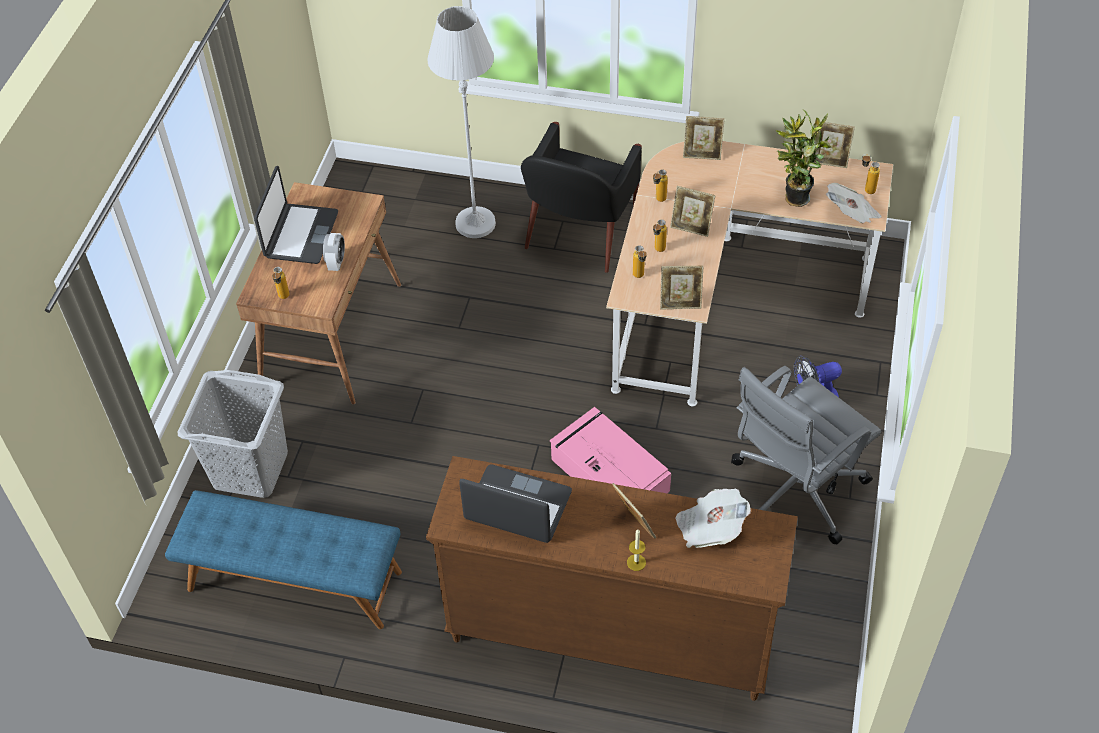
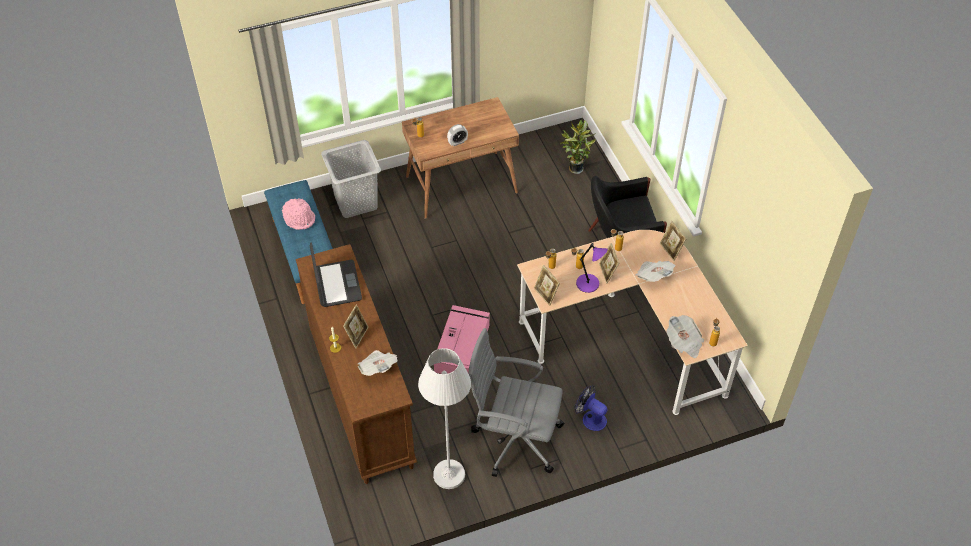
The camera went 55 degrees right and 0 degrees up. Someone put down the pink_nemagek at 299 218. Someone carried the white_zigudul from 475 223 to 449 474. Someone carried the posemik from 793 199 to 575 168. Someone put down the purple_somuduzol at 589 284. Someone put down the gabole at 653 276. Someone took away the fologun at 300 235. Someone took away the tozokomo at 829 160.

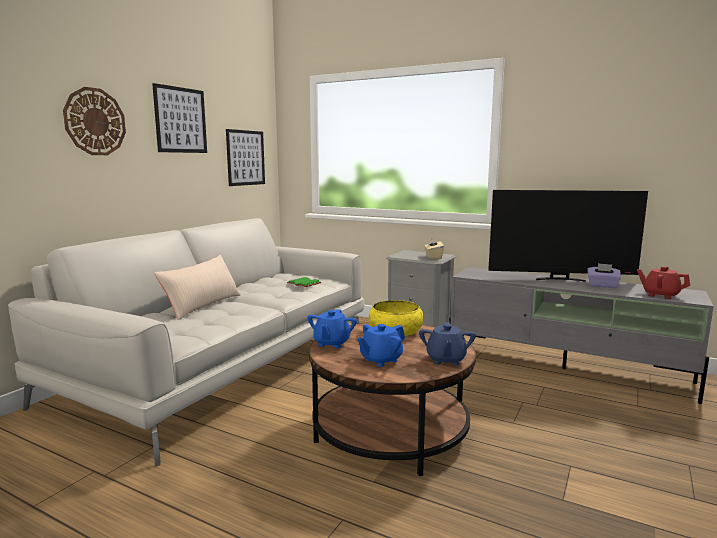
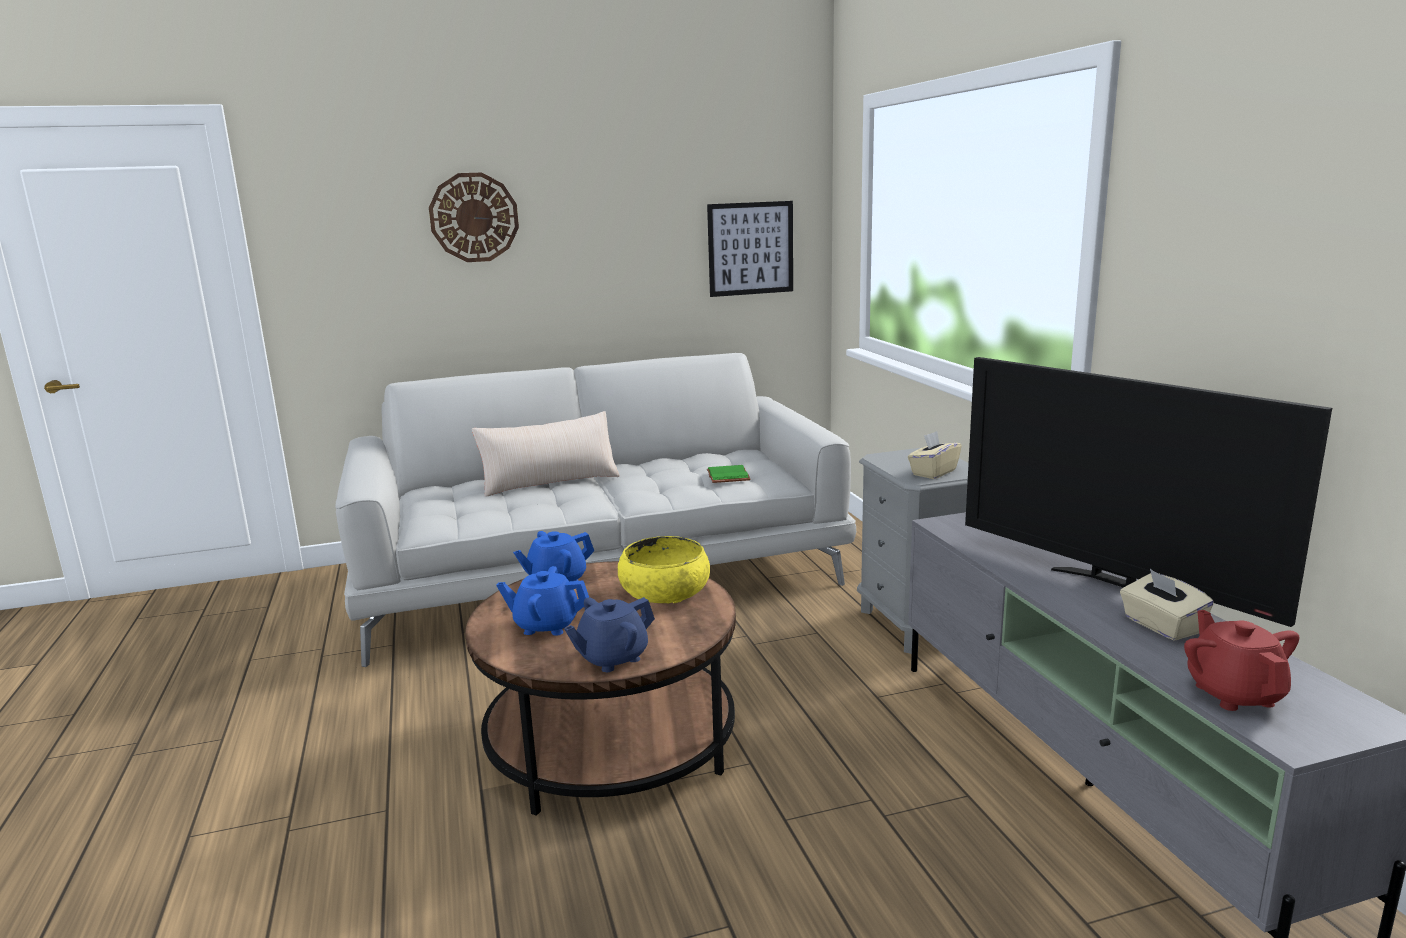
The camera went 45 degrees right and 5 degrees up. Someone repainted the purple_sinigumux at 602 286, which became the beige_sinigumux at 1161 626. Someone took away the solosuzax at 181 120.

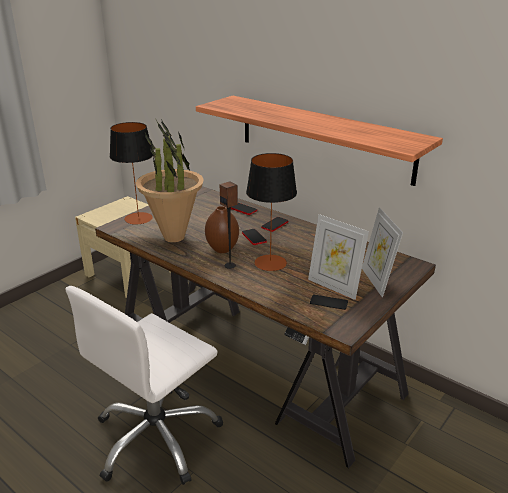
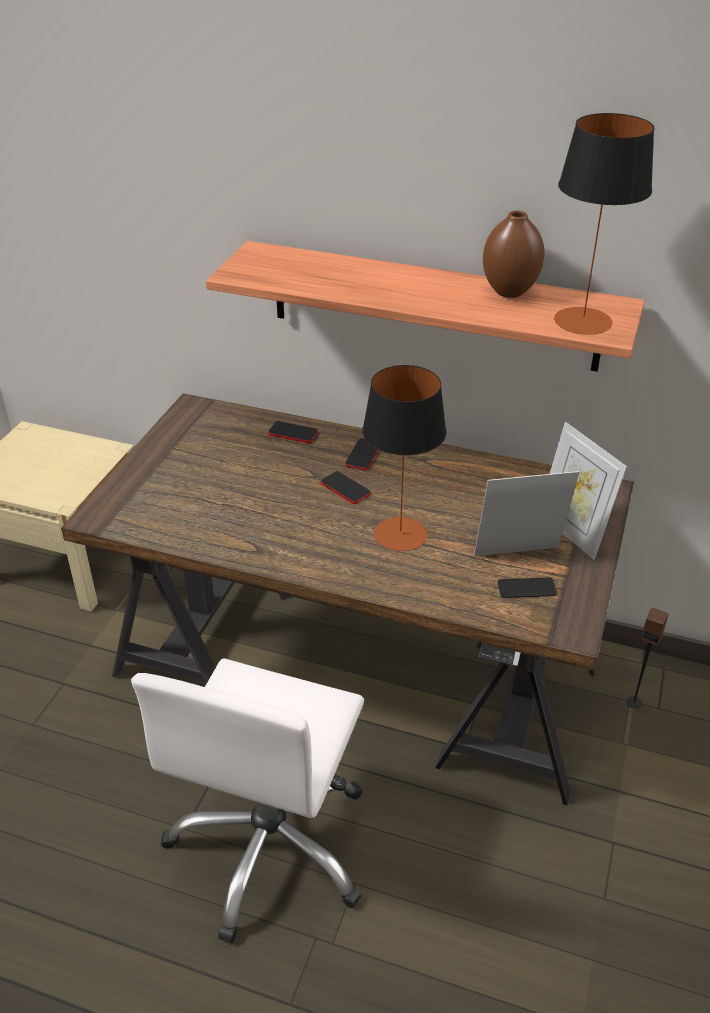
The camera went 20 degrees left and 10 degrees up. Someone rotated the tozokomo at 334 287 by 150 degrees clockwise. Someone carried the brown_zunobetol from 222 249 to 509 291. Someone carried the somuduzol from 138 218 to 583 321. Someone carried the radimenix from 230 265 to 634 701. Someone took away the posemik at 174 237.

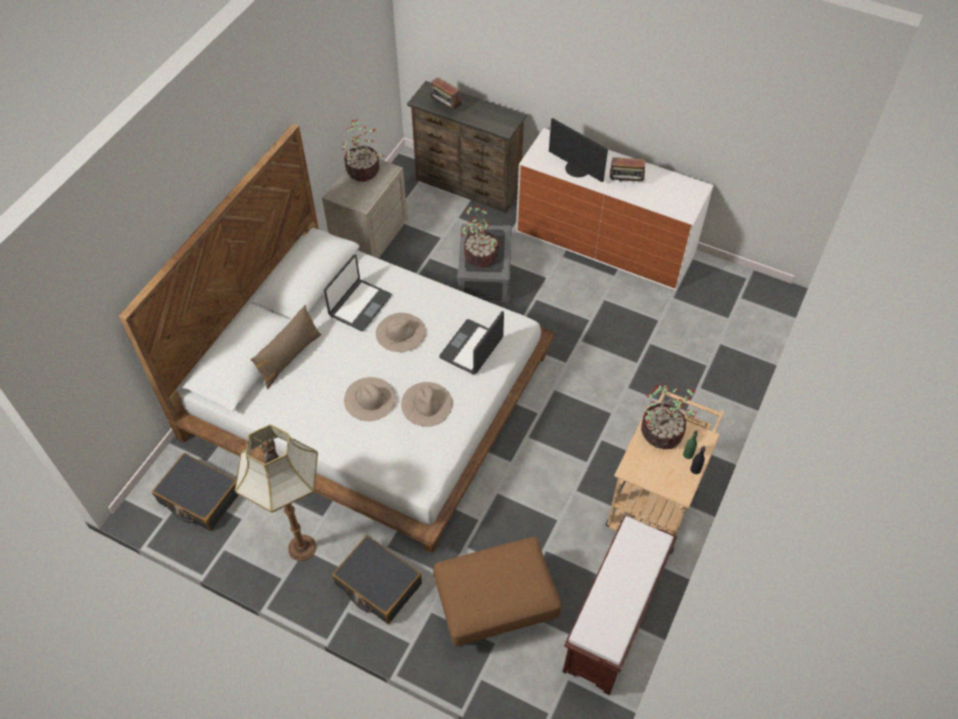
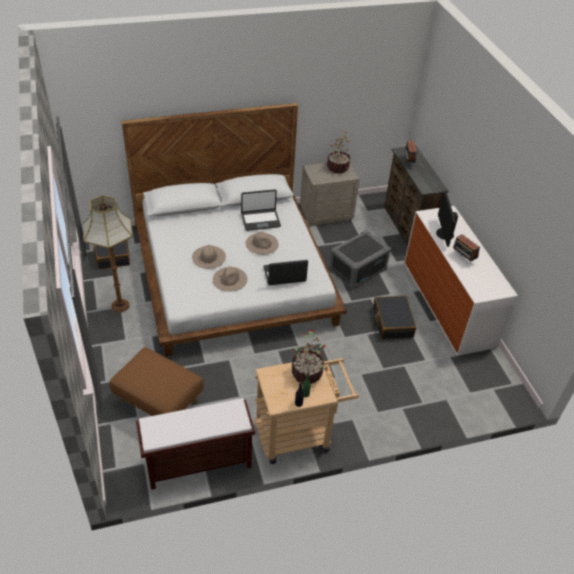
The camera went 45 degrees right and 10 degrees down. Someone carried the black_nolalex from 378 584 to 392 322. Someone took away the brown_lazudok at 289 358. Someone took away the posemik at 480 255.

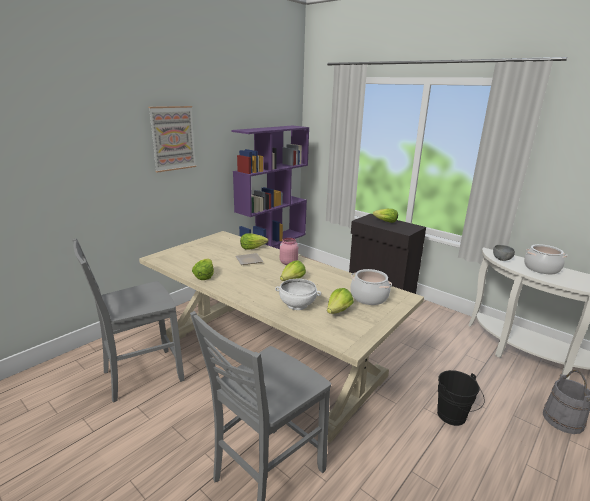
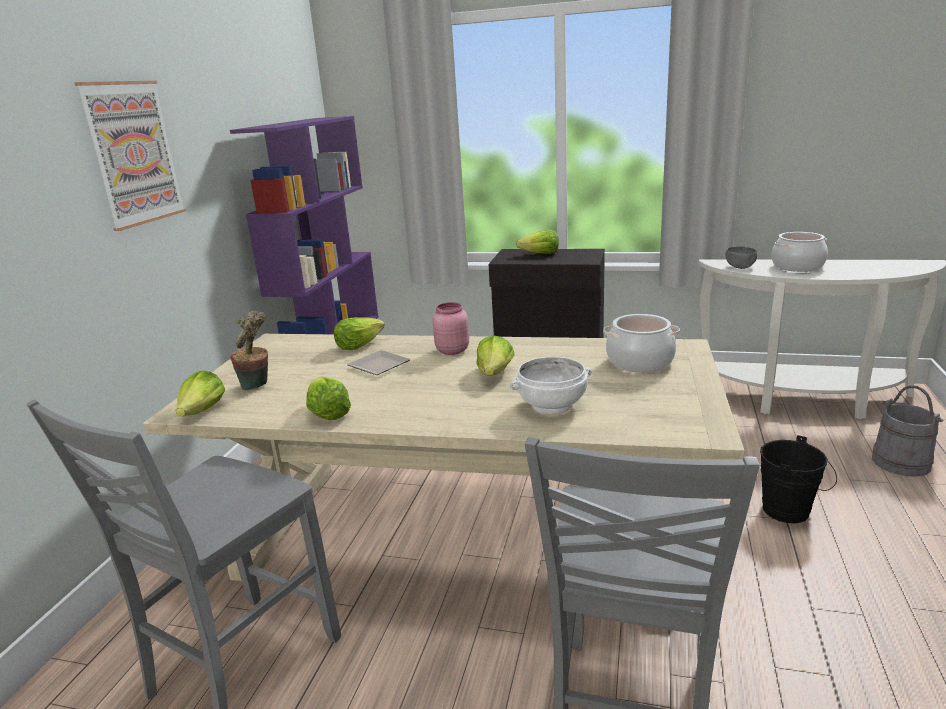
The camera went 25 degrees left and 0 degrees up. Someone carried the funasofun from 338 311 to 203 411. Someone put down the posemik at 257 386.

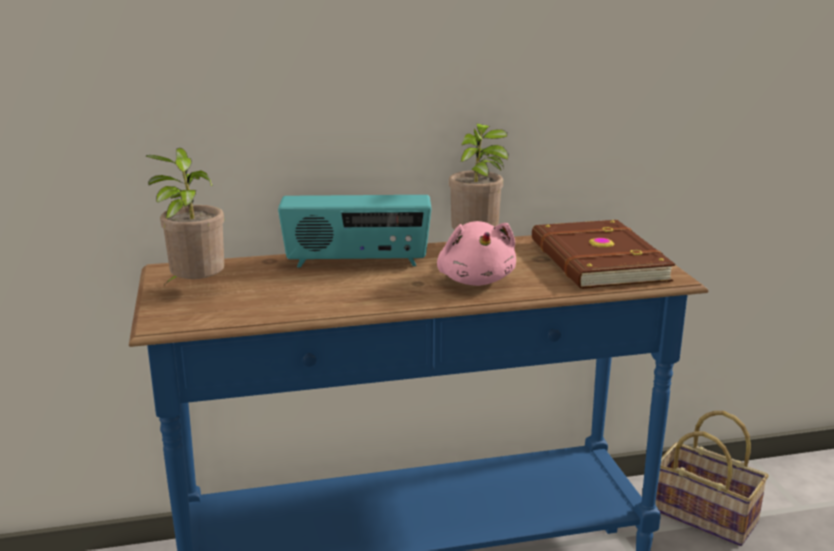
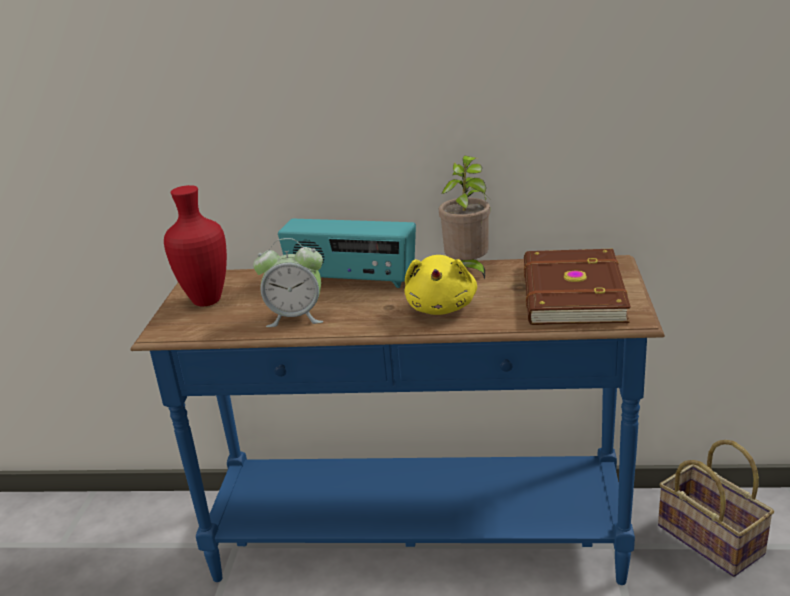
The camera went 20 degrees right and 5 degrees up. Someone swapped the posemik at 195 289 for the red_zunobetol at 206 300. Someone put down the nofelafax at 296 317. Someone repainted the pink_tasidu at 476 280, which became the yellow_tasidu at 442 307.

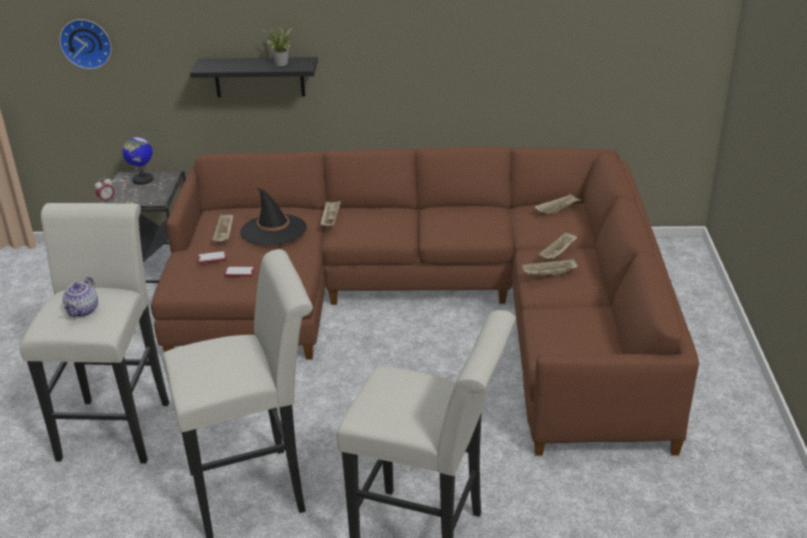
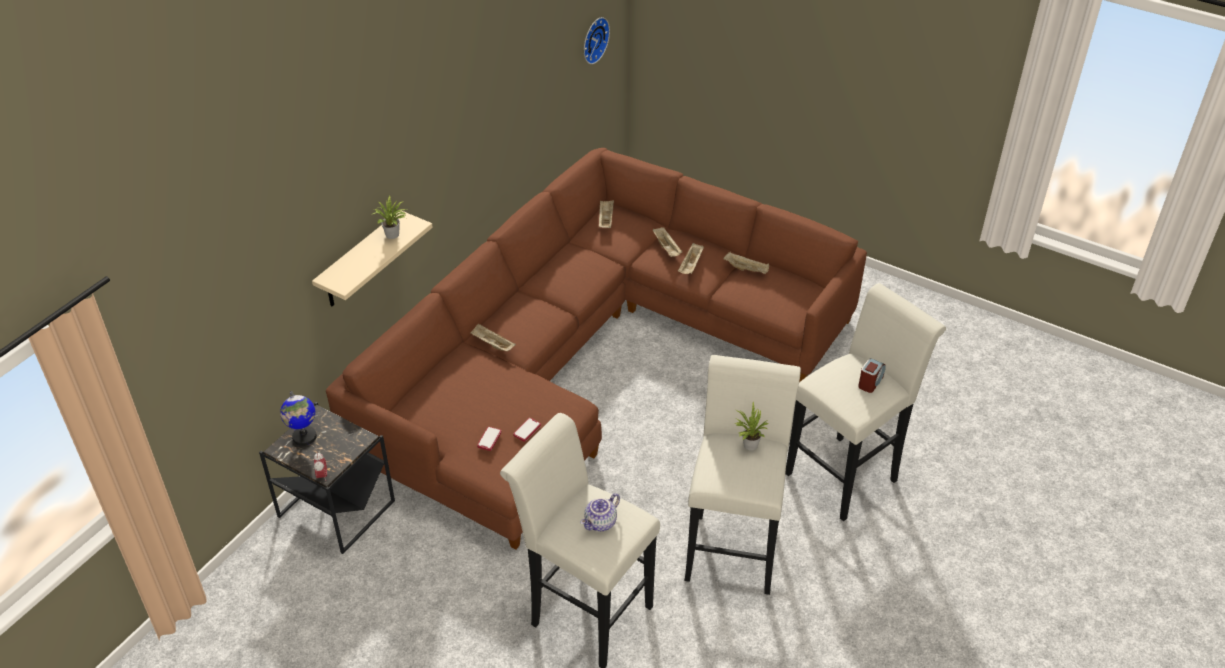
The camera went 60 degrees left and 10 degrees up. Someone repainted the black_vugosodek at 259 77, which became the beige_vugosodek at 360 261. Someone rotated the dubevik at 83 311 by 90 degrees clockwise. Someone carried the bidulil from 86 42 to 593 39. Someone carried the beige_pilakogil from 224 235 to 747 269. Someone put down the posemik at 748 445. Someone put down the nofelafax at 870 382. Someone took away the black_nemagek at 273 230.

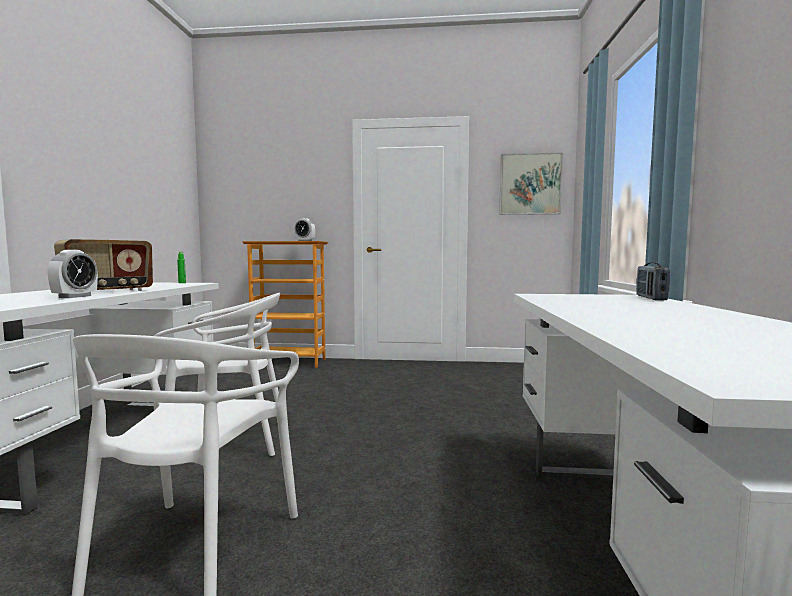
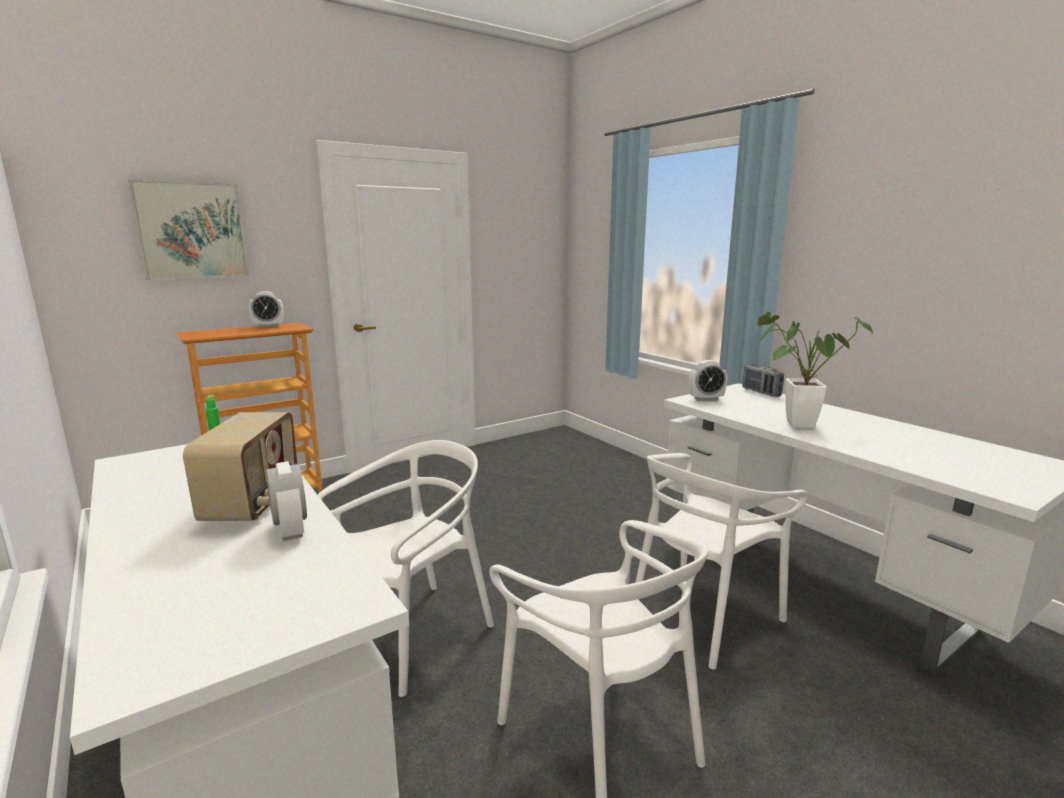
The camera went 40 degrees left and 10 degrees up. Someone carried the solosuzax from 530 184 to 191 231. Someone put down the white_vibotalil at 702 616. Someone put down the nofelafax at 706 399. Someone put down the posemik at 792 424.

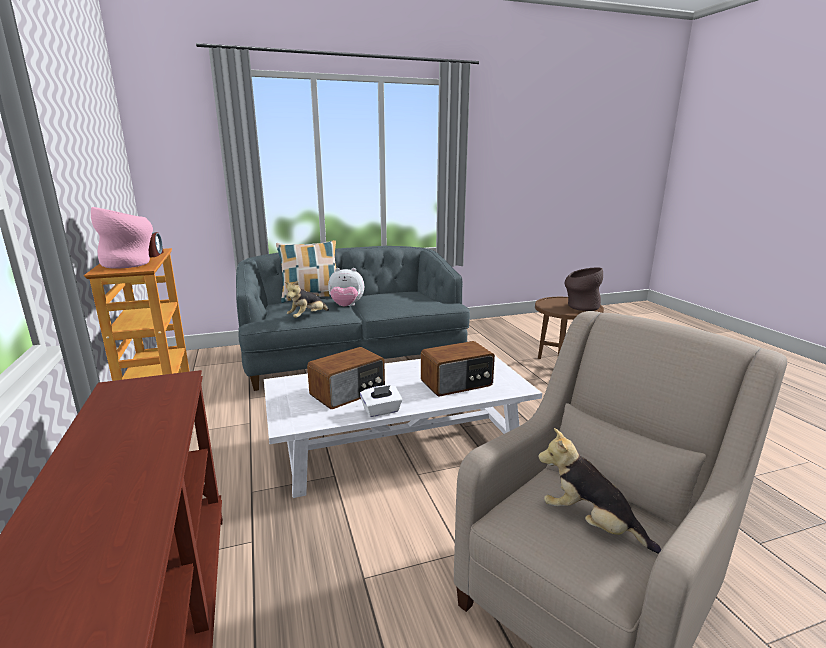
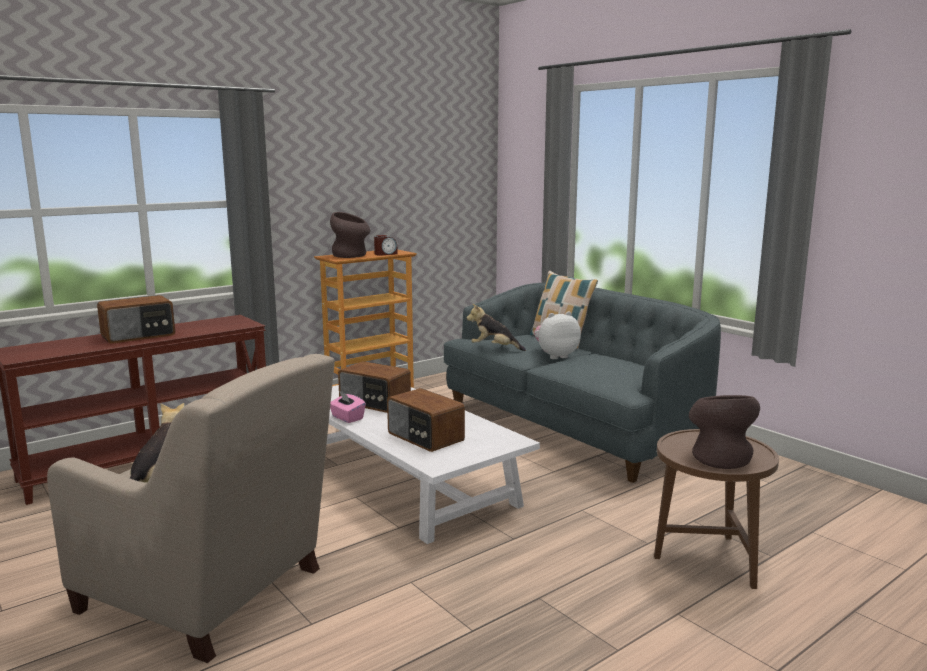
The camera went 70 degrees right and 5 degrees down. Someone put down the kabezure at 139 335. Someone repainted the pink_zunobetol at 130 264, which became the brown_zunobetol at 351 256. Someone repainted the white_sinigumux at 381 411, which became the pink_sinigumux at 347 418. Someone rotated the tasidu at 346 306 by 90 degrees clockwise.

